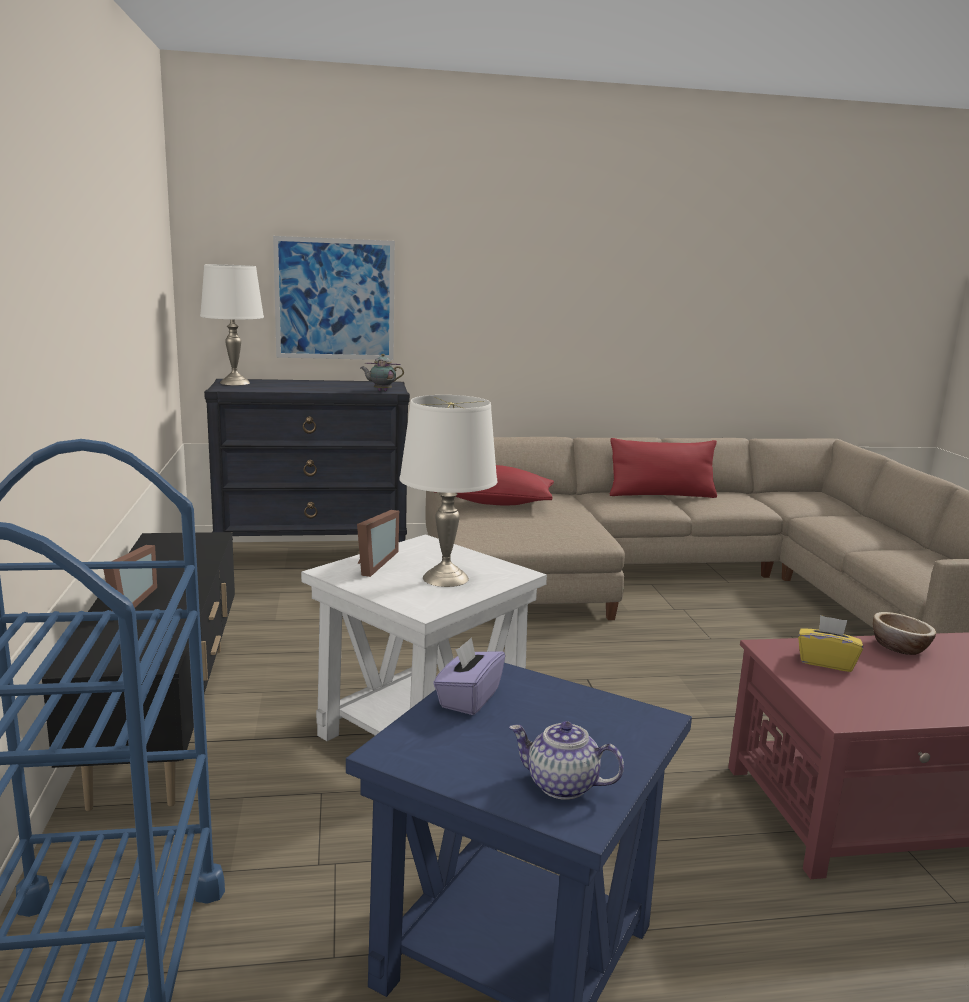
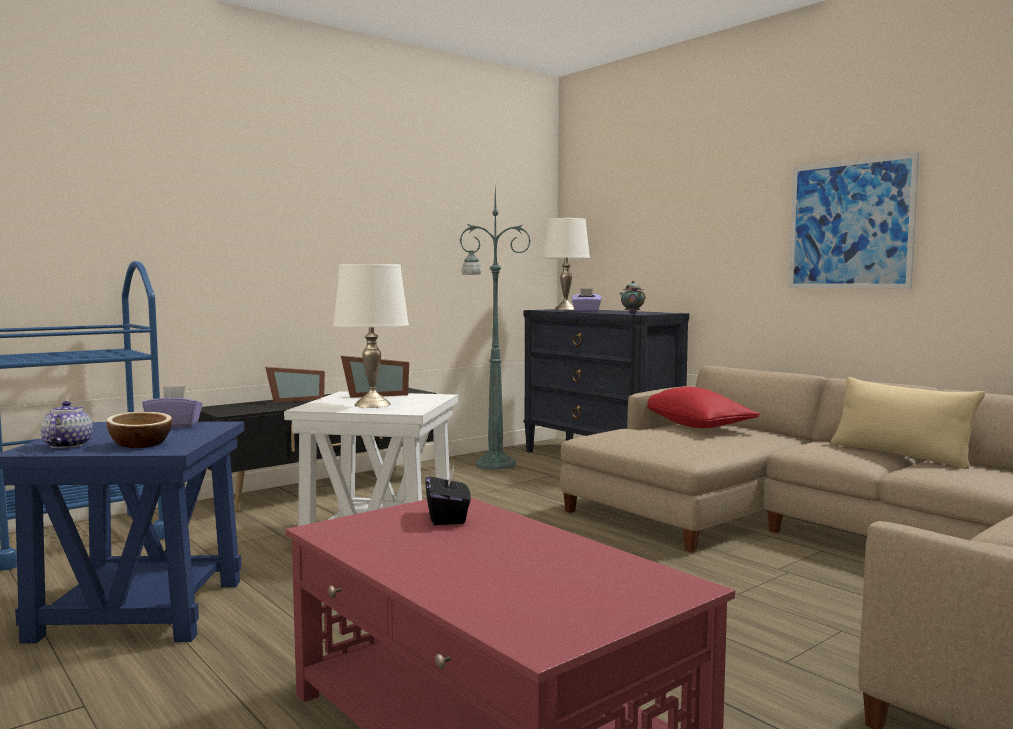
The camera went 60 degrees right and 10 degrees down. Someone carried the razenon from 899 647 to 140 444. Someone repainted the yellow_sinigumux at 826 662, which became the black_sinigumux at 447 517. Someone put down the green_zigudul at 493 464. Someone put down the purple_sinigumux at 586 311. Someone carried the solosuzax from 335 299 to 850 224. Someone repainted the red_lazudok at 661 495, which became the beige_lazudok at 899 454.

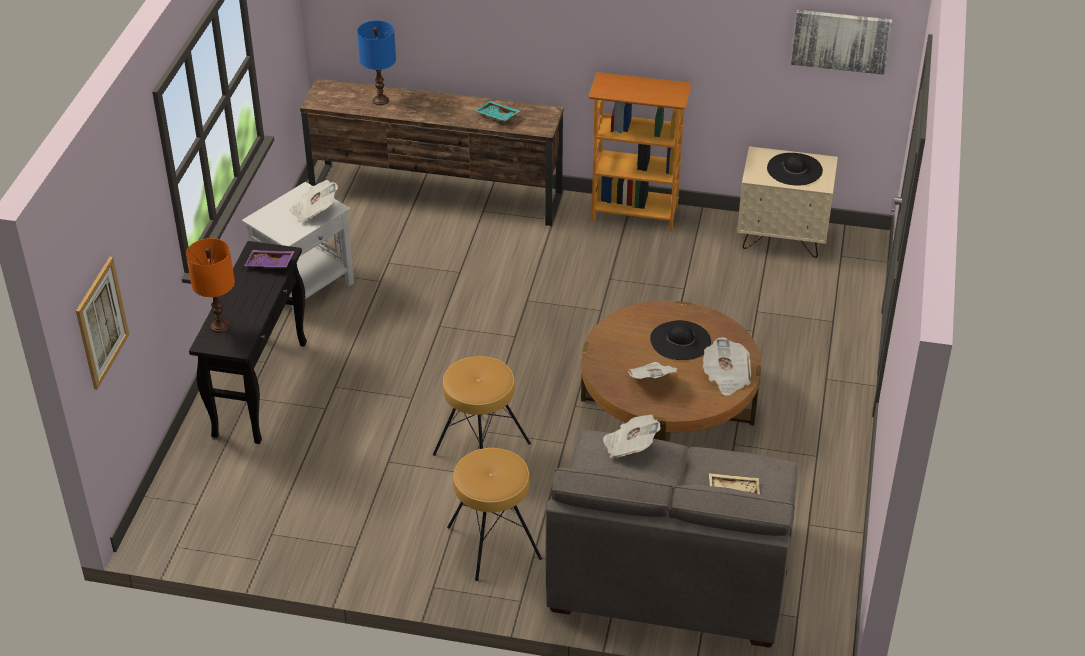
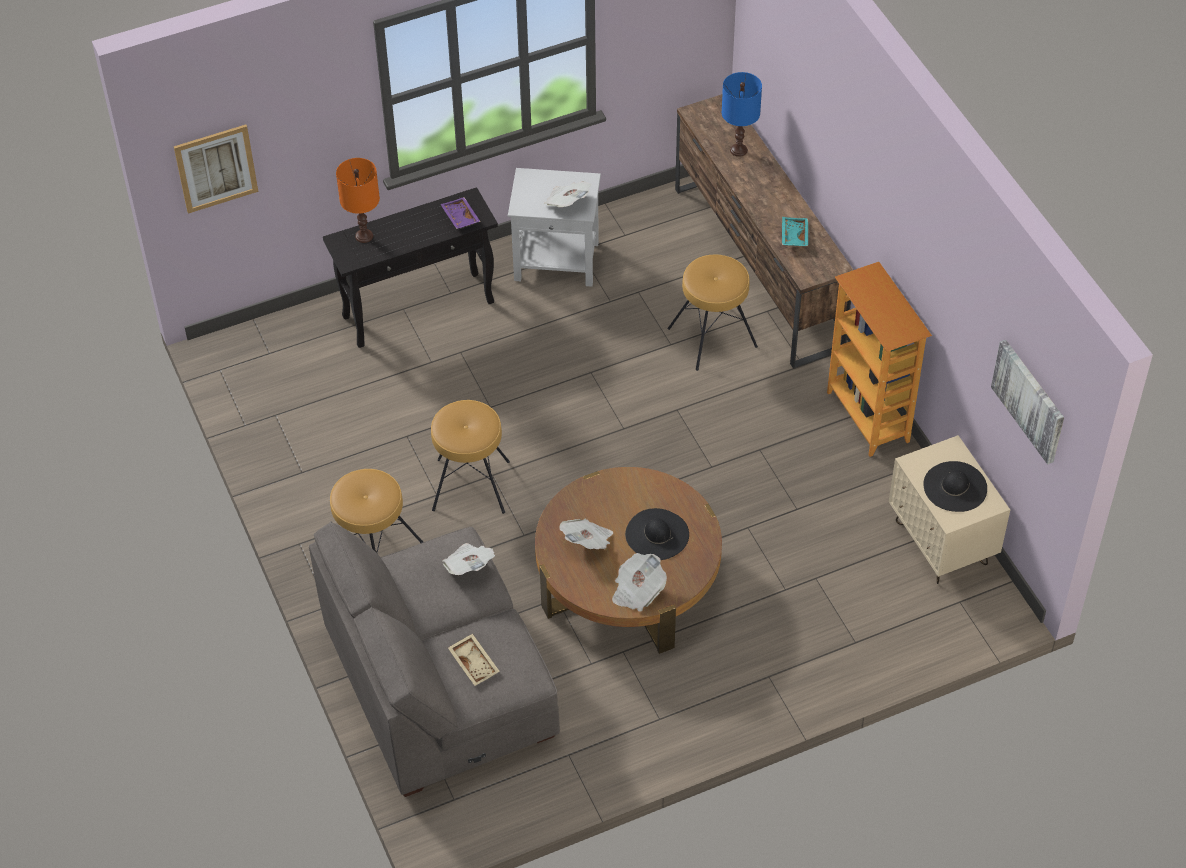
The camera went 55 degrees right and 10 degrees up. Someone put down the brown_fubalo at 712 338.

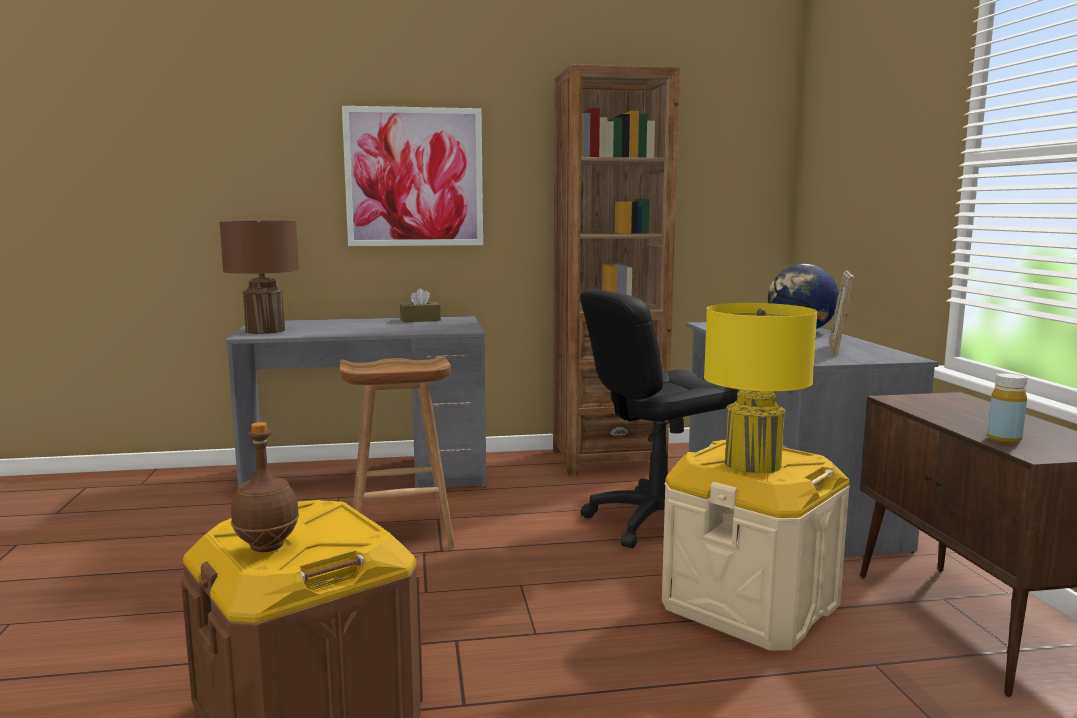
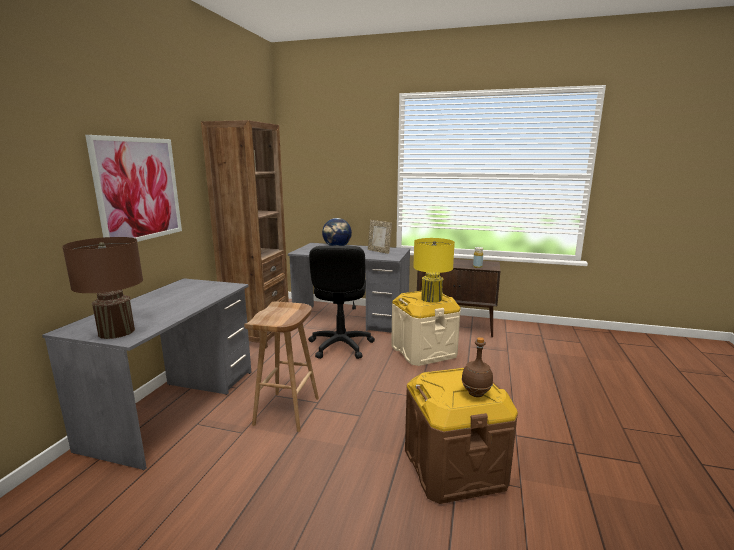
The camera went 65 degrees left and 5 degrees up. Someone took away the brown_sinigumux at 420 320.

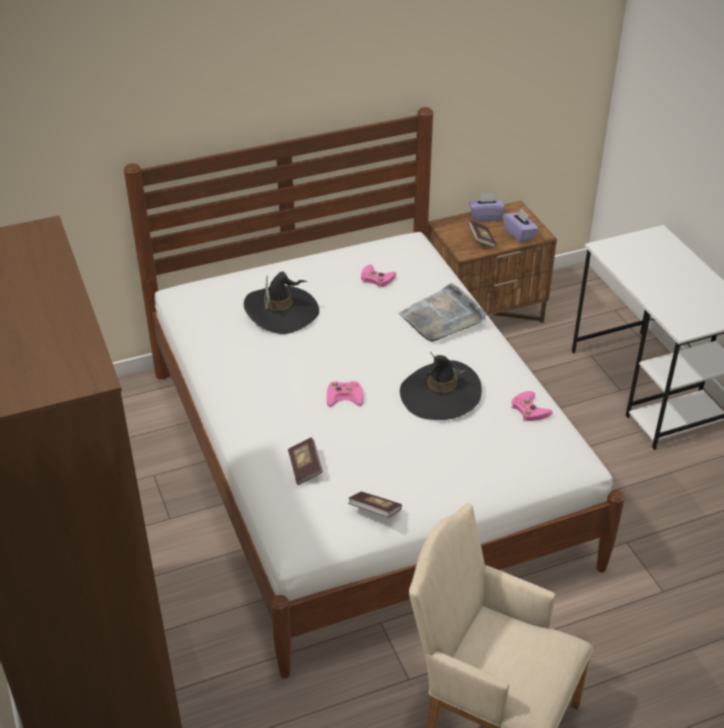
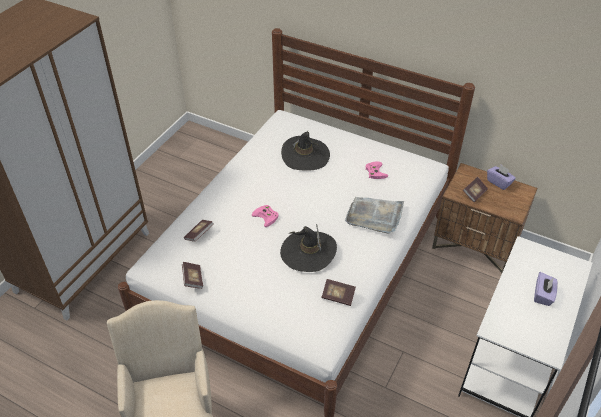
The camera went 50 degrees right and 5 degrees up. Someone swapped the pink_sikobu at 528 408 for the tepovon at 338 296. Someone carried the purple_sinigumux from 519 234 to 543 295.

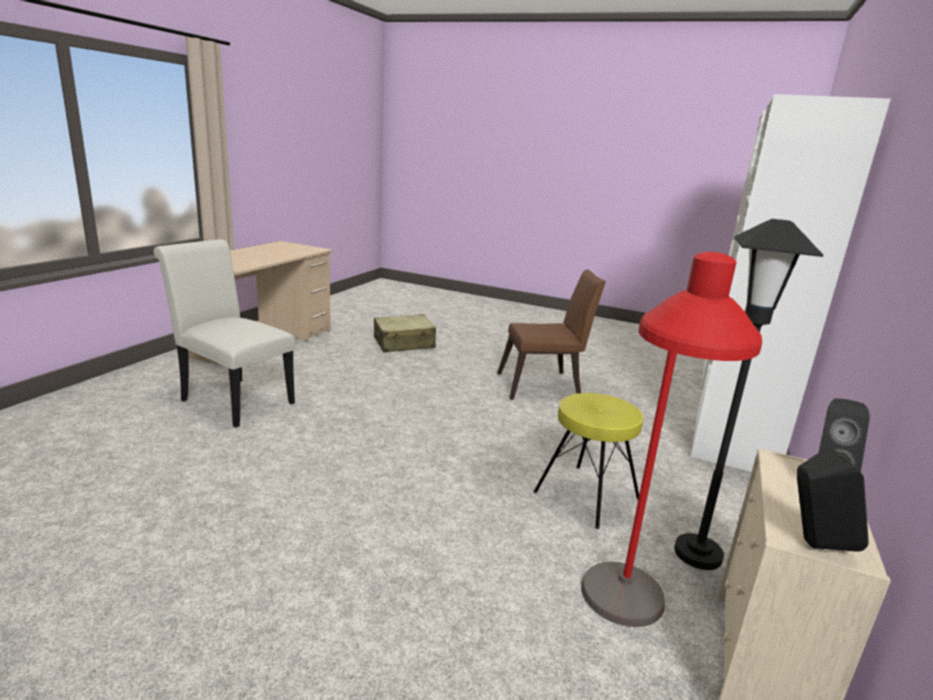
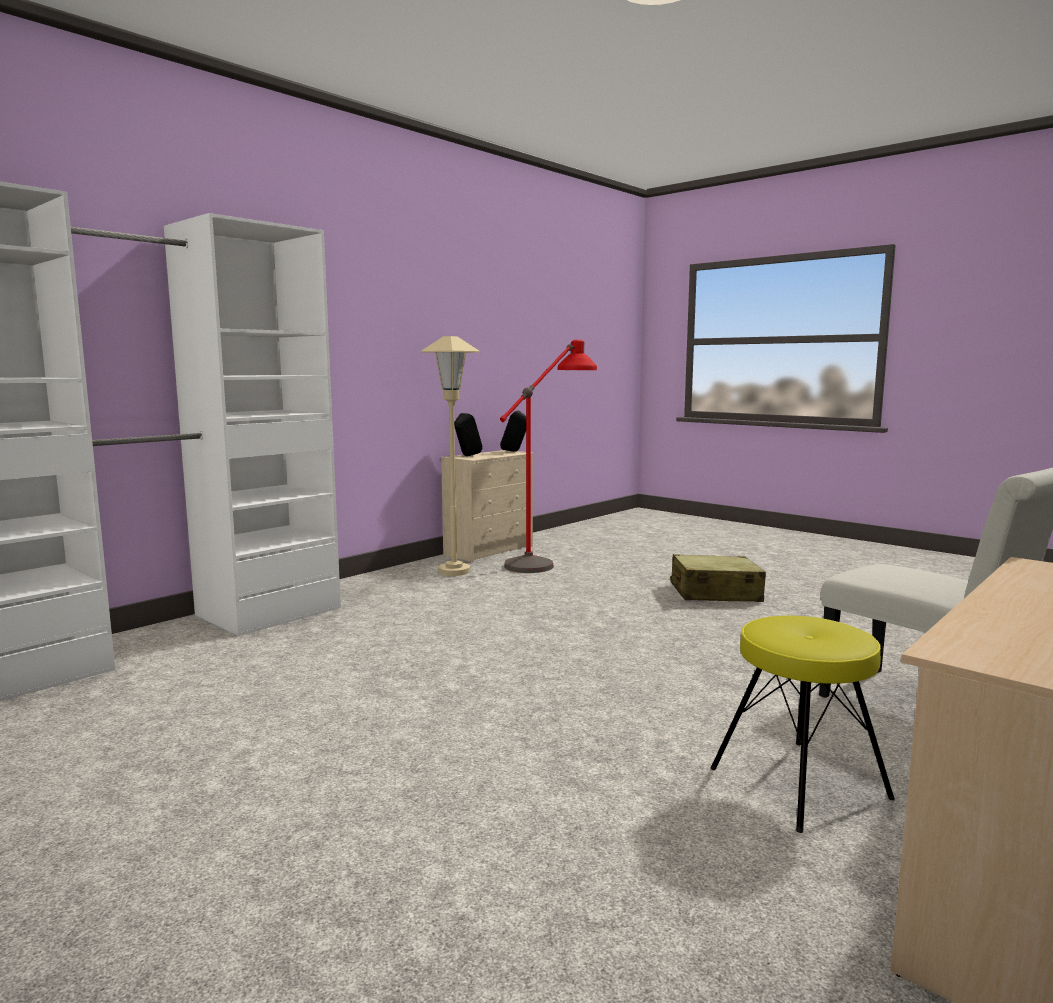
The camera went 160 degrees left and 10 degrees down. Someone repainted the black_zigudul at 697 554, which became the beige_zigudul at 454 571. Someone carried the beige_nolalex from 404 343 to 715 593. Someone carried the yellow_fubalo from 587 495 to 799 782. Someone took away the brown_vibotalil at 544 386.

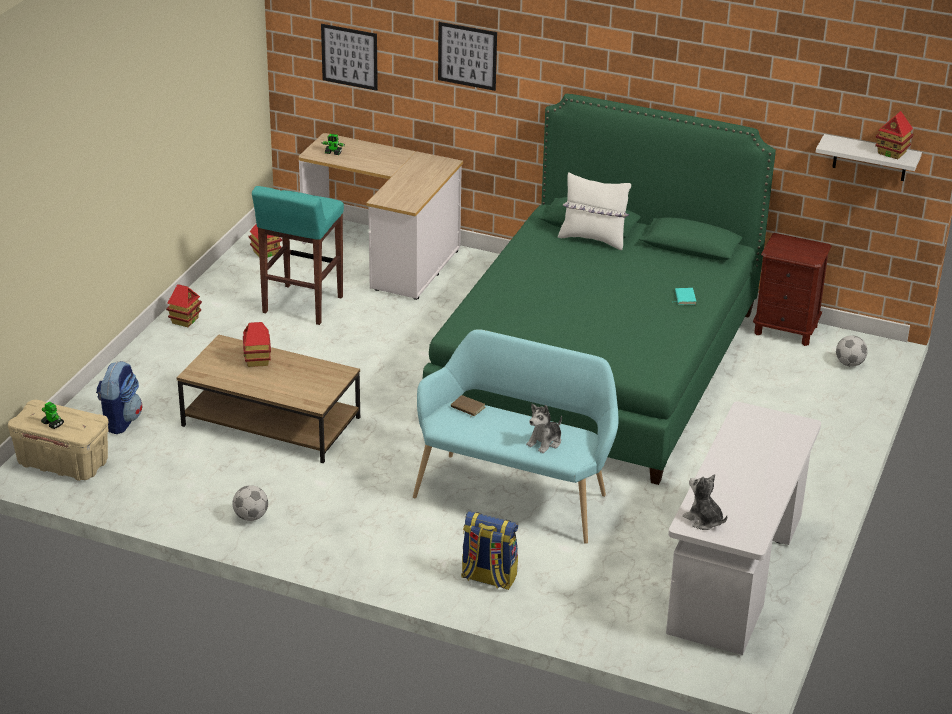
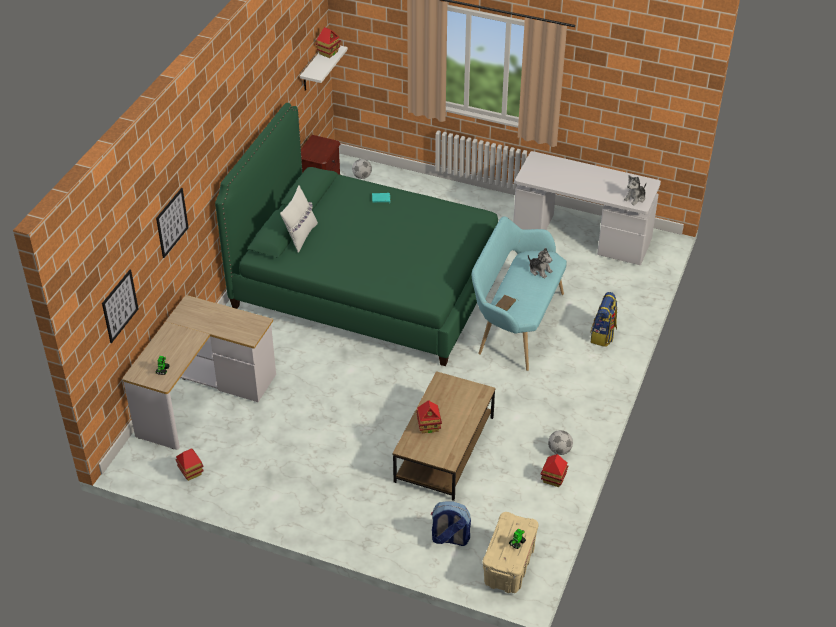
The camera went 90 degrees left and 10 degrees up. Someone carried the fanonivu from 185 320 to 553 479. Someone took away the turquoise_fubalo at 302 305.

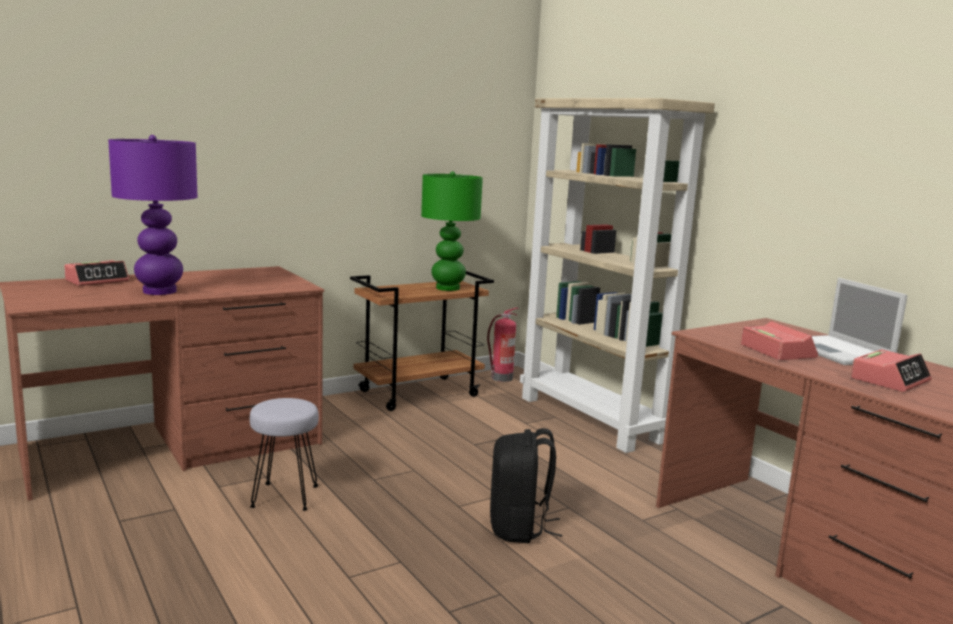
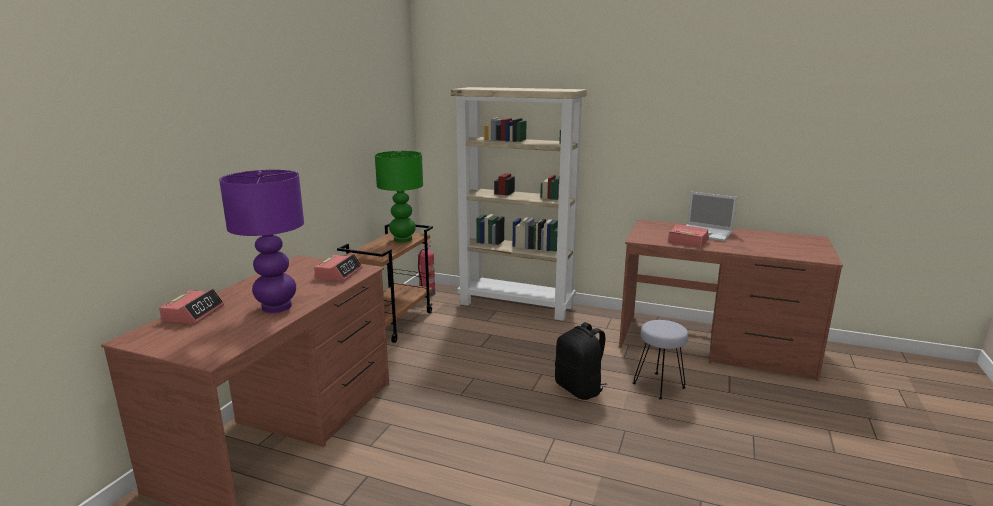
The camera went 35 degrees left and 5 degrees up. Someone carried the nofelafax from 890 380 to 339 273. Someone carried the grey_fubalo from 284 497 to 659 386.

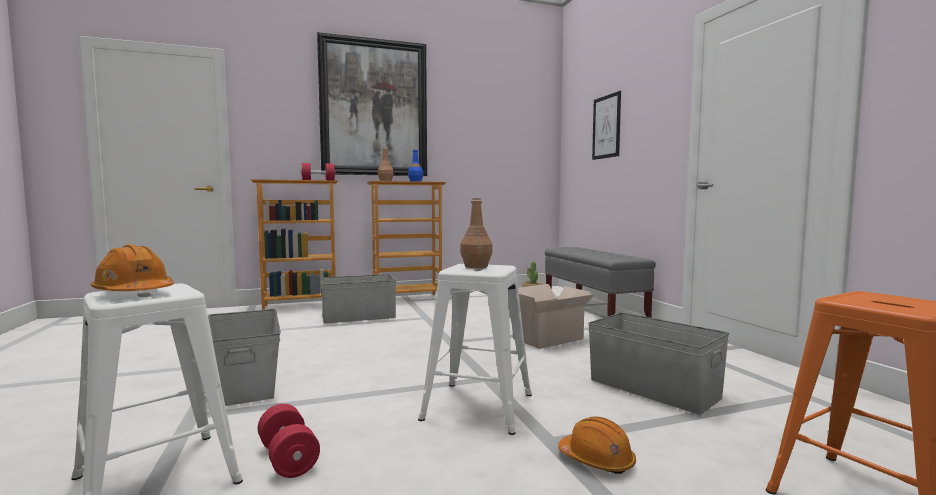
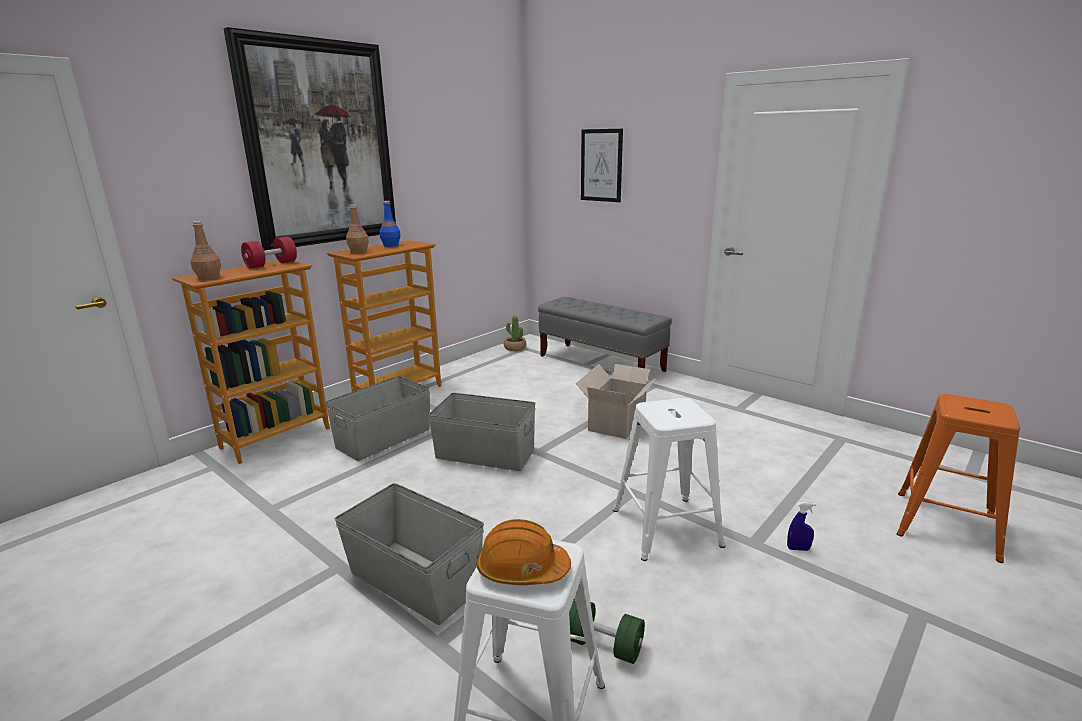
The camera went 30 degrees left and 15 degrees up. Someone carried the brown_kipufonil from 476 266 to 209 278. Someone carried the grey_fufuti from 653 389 to 485 454. Someone repainted the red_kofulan at 288 458, which became the green_kofulan at 603 645. Someone swapped the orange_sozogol at 597 460 for the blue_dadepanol at 798 549.

